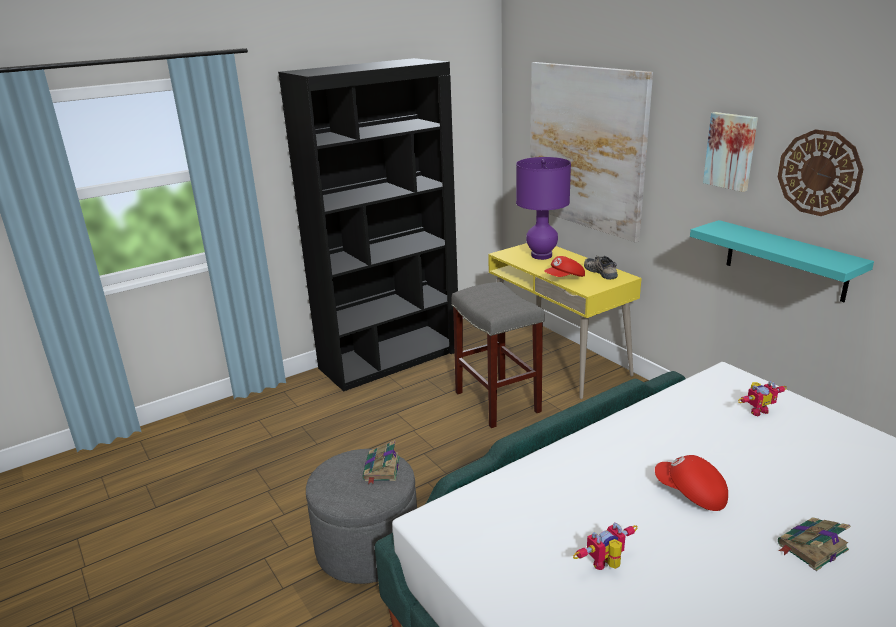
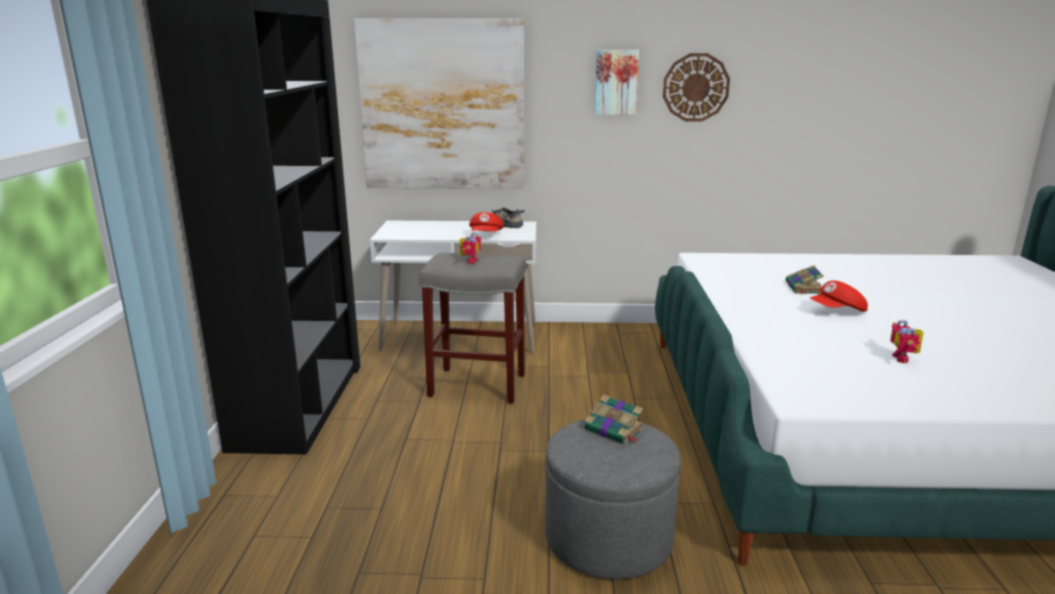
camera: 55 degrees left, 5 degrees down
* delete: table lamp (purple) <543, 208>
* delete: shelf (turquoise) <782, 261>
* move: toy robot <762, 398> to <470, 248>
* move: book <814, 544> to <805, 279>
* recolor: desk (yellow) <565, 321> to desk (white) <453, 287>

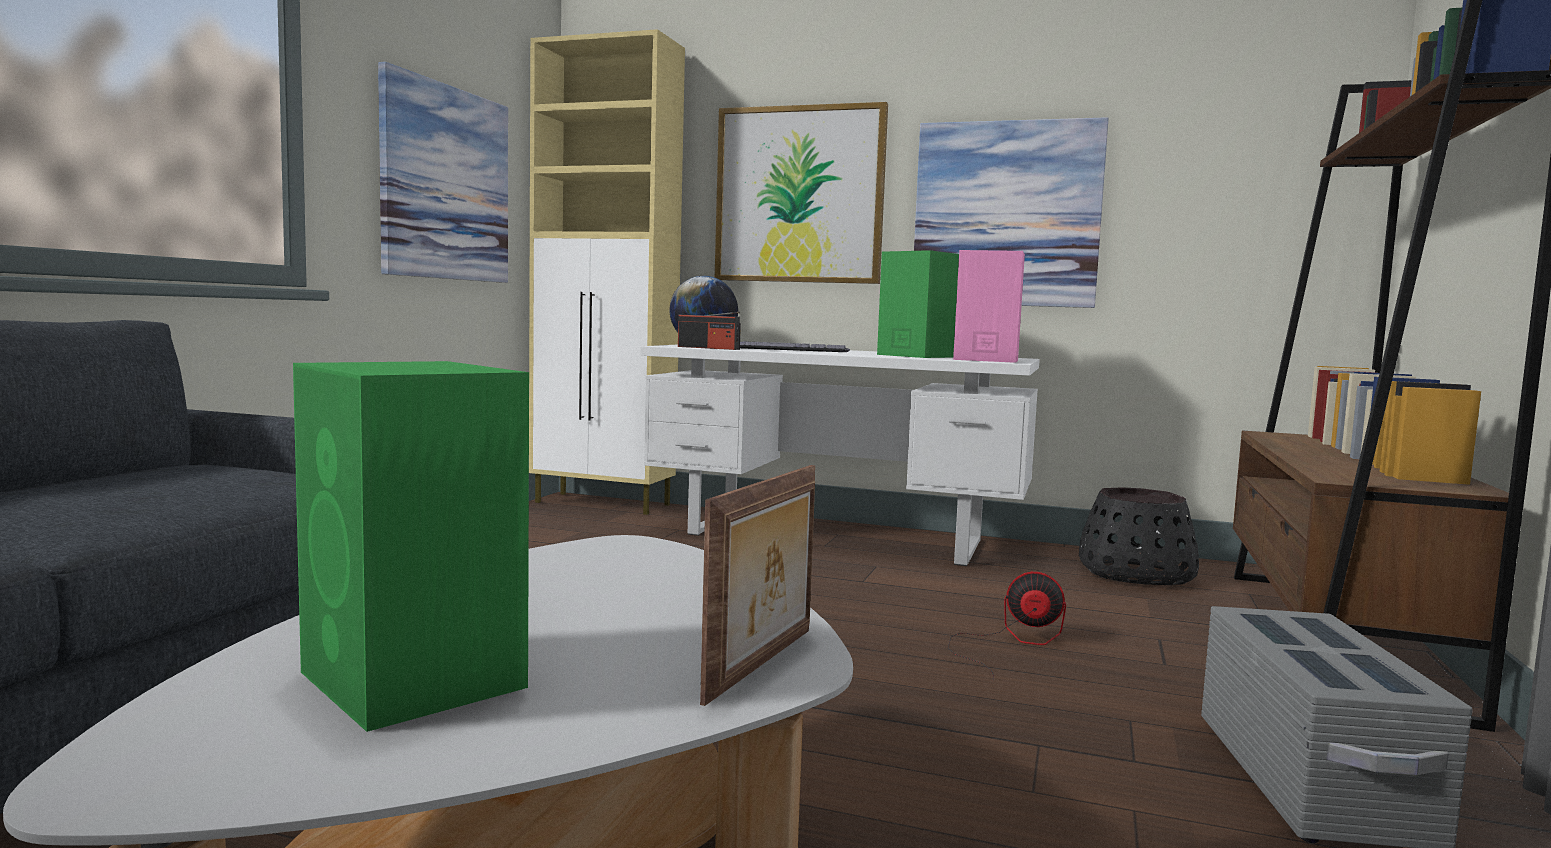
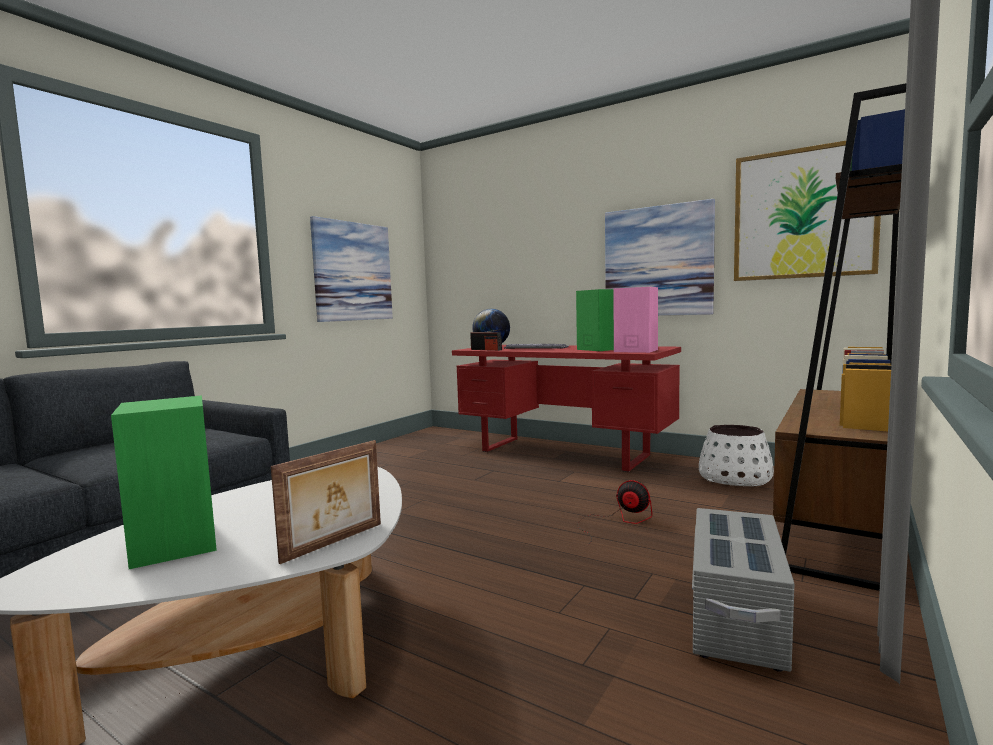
camera: 15 degrees right, 0 degrees up
* delete: cabinet (beige) <607, 272>
* move: picture <801, 193> to <807, 211>
* recolor: desk (white) <840, 455> to desk (red) <566, 408>
* recolor: planter (black) <1139, 536> to planter (white) <736, 455>

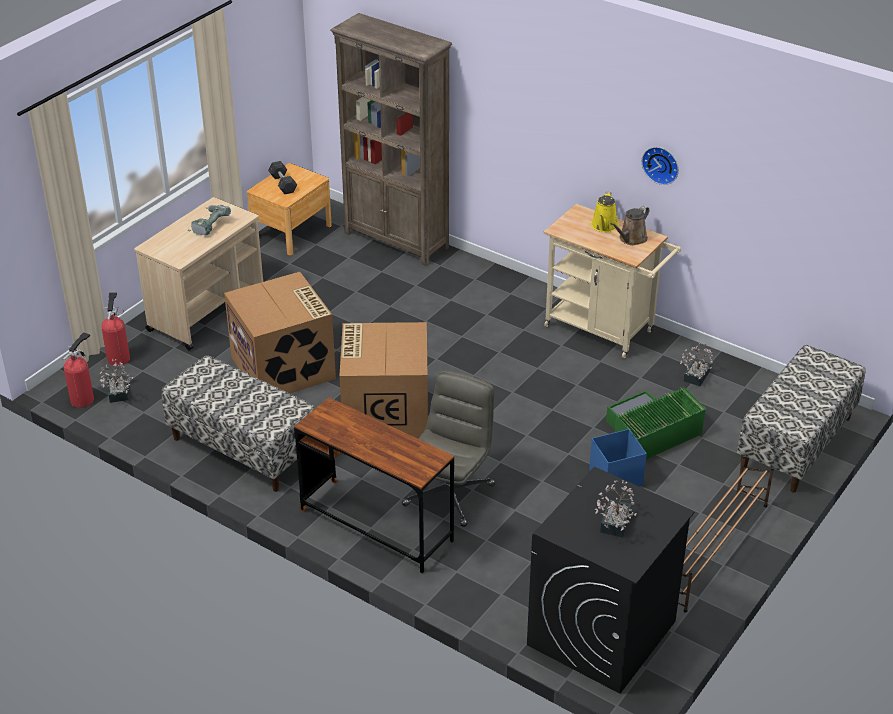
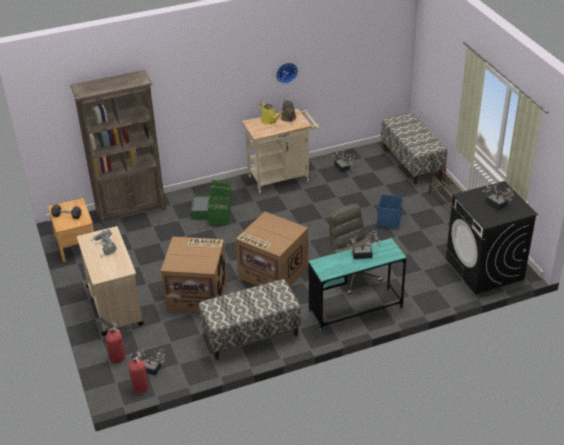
camera: 55 degrees left, 0 degrees up
* insert: potted plant <364, 244>
* move: storage box (green) <656, 422> to <211, 202>
* recolor: desk (brown) <374, 485> to desk (turquoise) <357, 285>

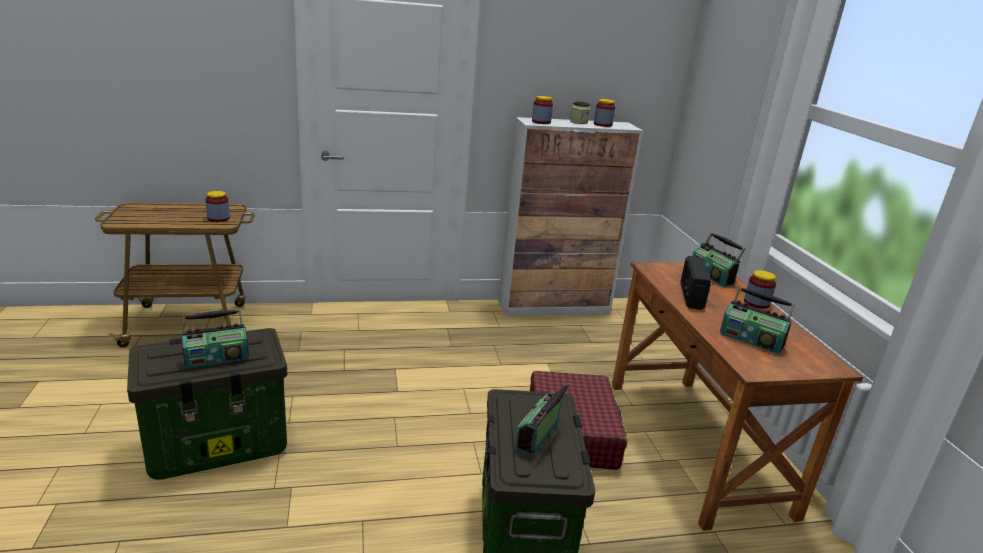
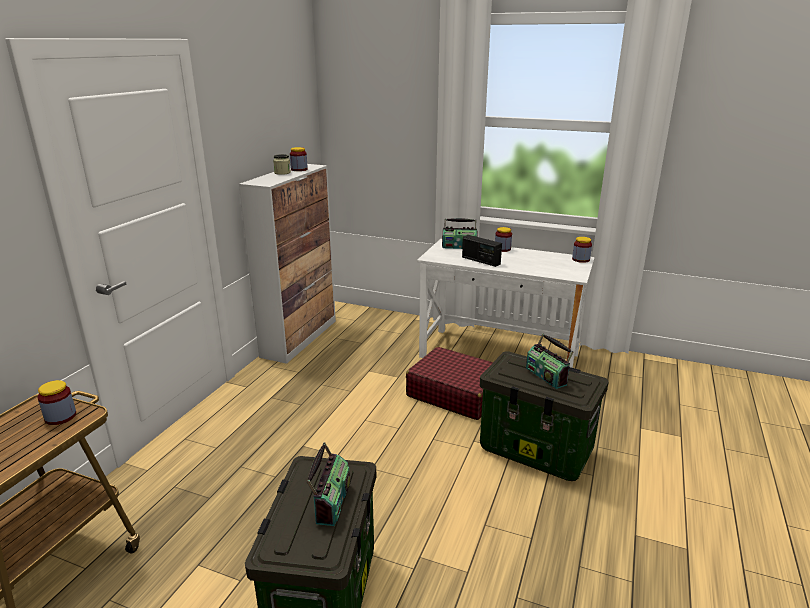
camera: 55 degrees left, 0 degrees up
* delete: radio <757, 320>
* move: jar <542, 110> to <582, 250>
* recolor: desk (brown) <737, 396> to desk (white) <506, 303>

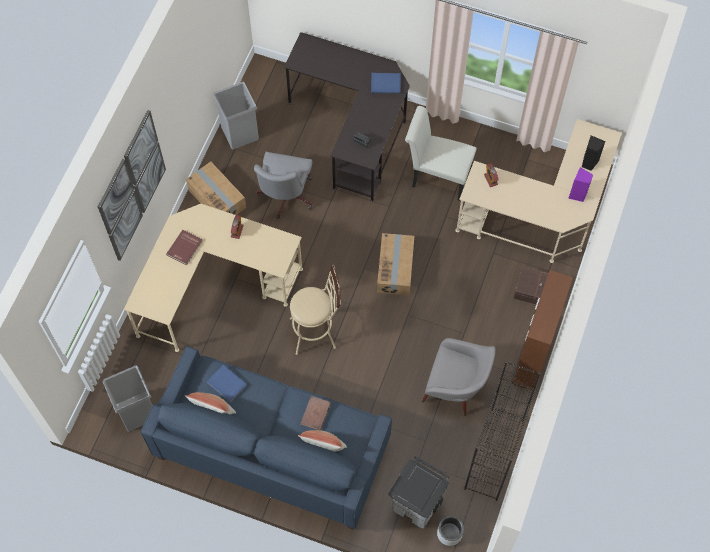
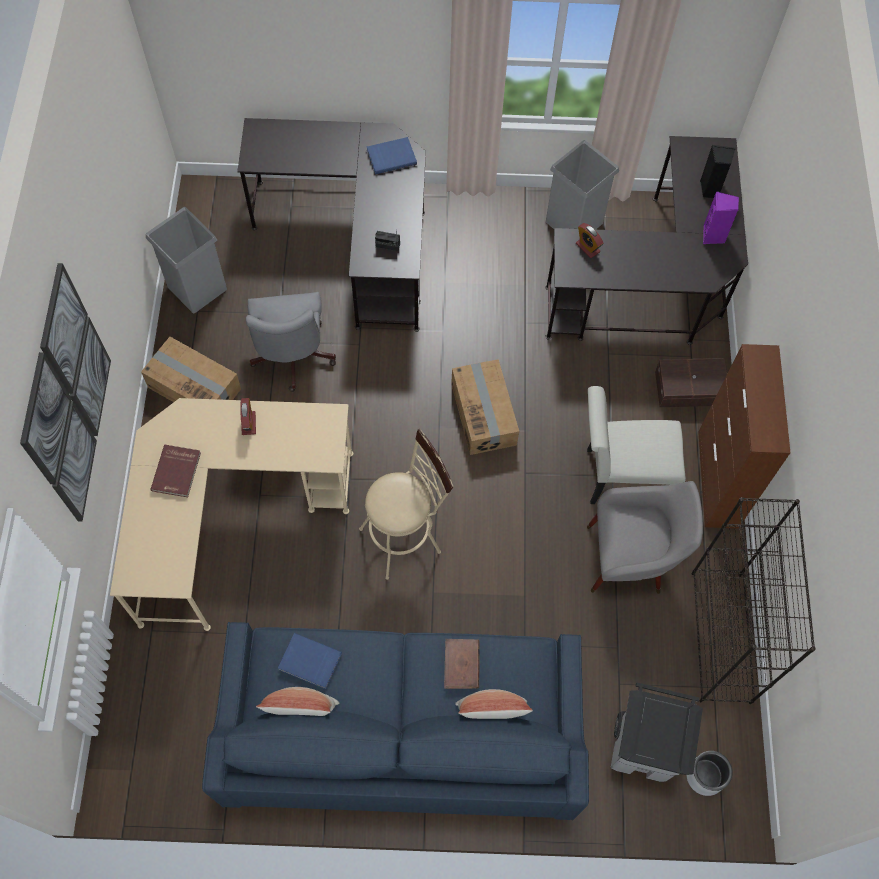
camera: 20 degrees left, 0 degrees up
* move: trash can (grey) <127, 398> to <582, 185>
* move: chair (white) <441, 153> to <636, 445>
* recolor: desk (beige) <538, 191> to desk (black) <646, 240>

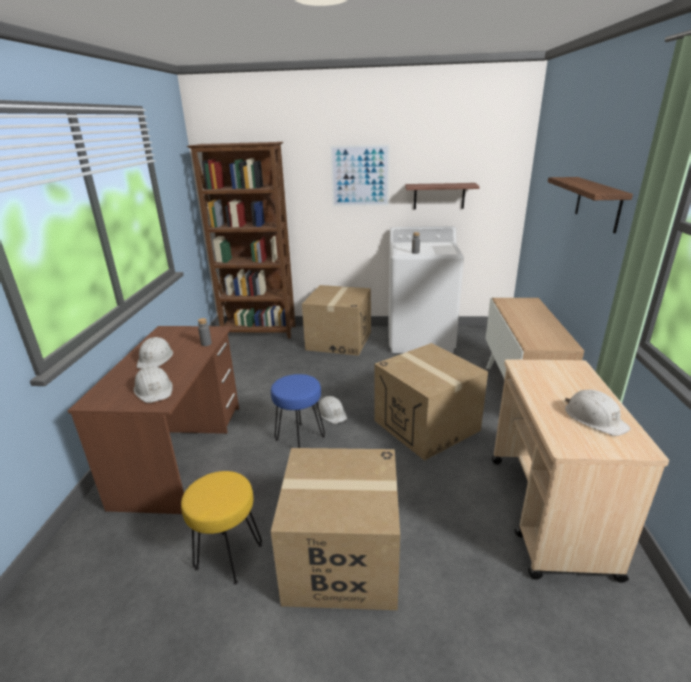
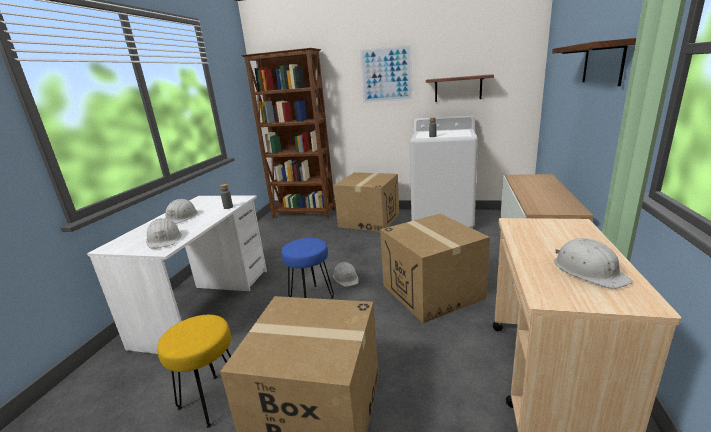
camera: 10 degrees right, 5 degrees down
* recolor: desk (brown) <153, 420> to desk (white) <177, 274>

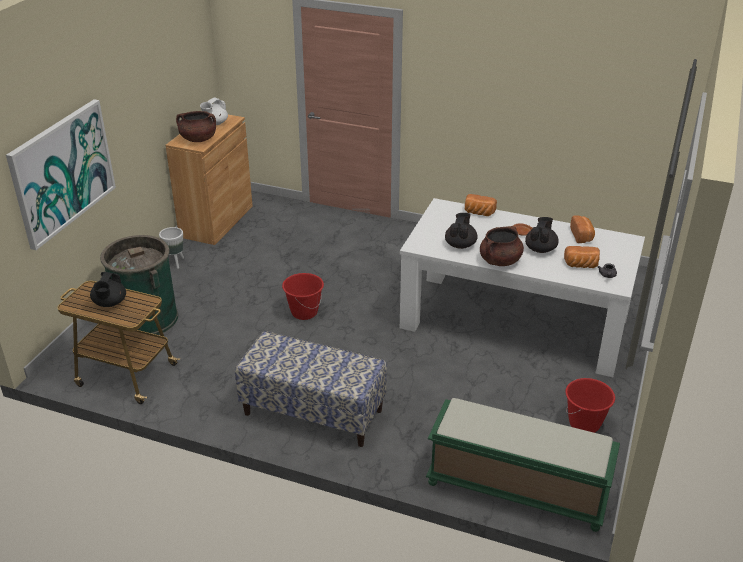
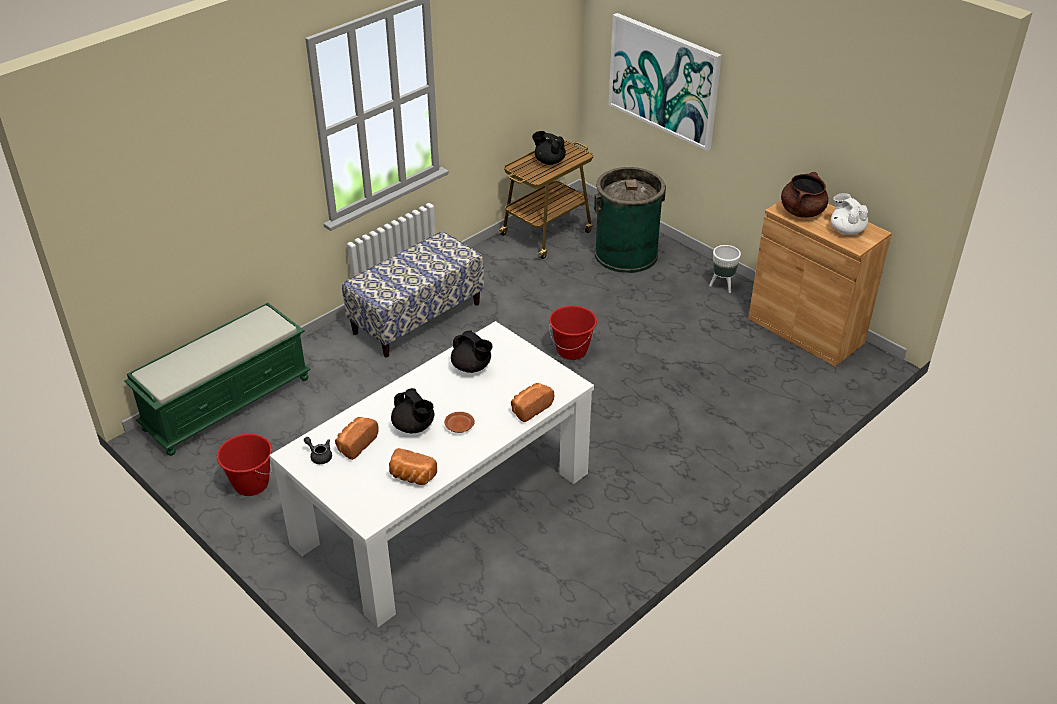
camera: 115 degrees right, 5 degrees up
* delete: cooking pot (brown) <502, 246>

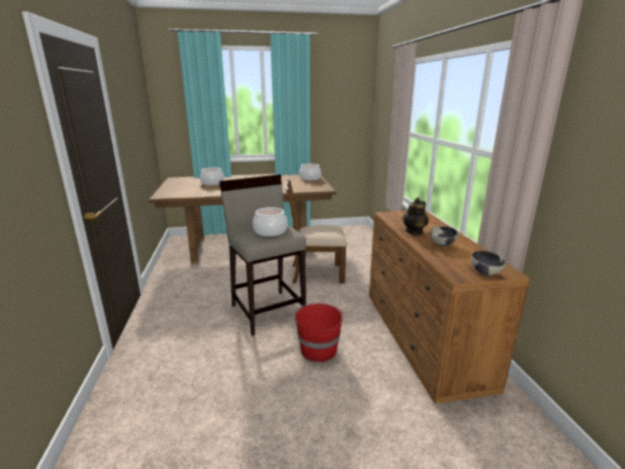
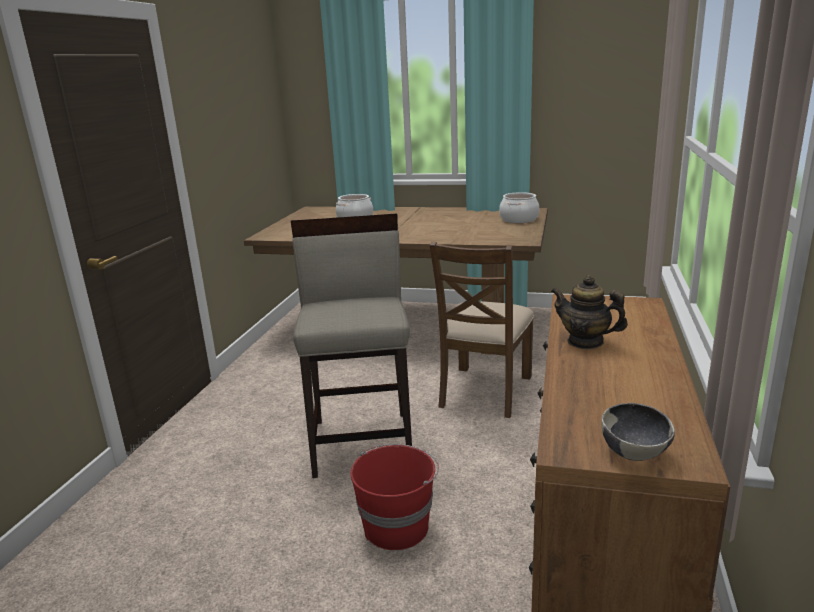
camera: 25 degrees right, 0 degrees up
* delete: cooking pot <270, 221>
* delete: bowl <444, 236>
* rotate: chair (brown) <316, 231> = <482, 330> 90 degrees counterclockwise
* rotate: teapot <415, 216> = <589, 312> 60 degrees clockwise

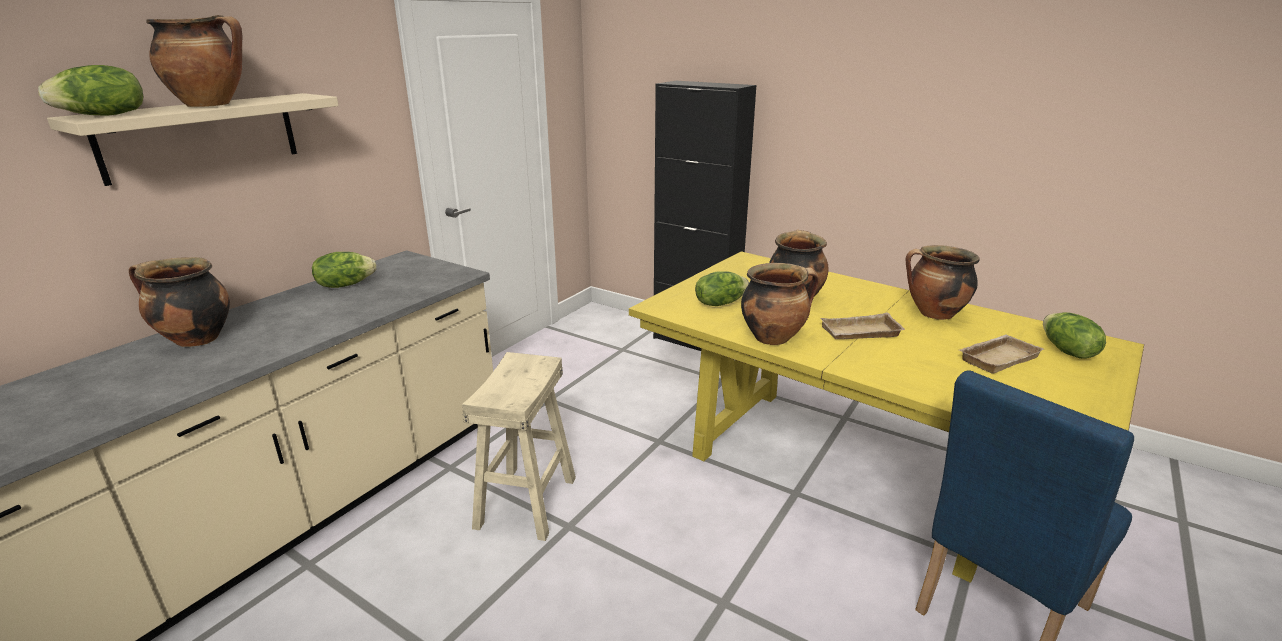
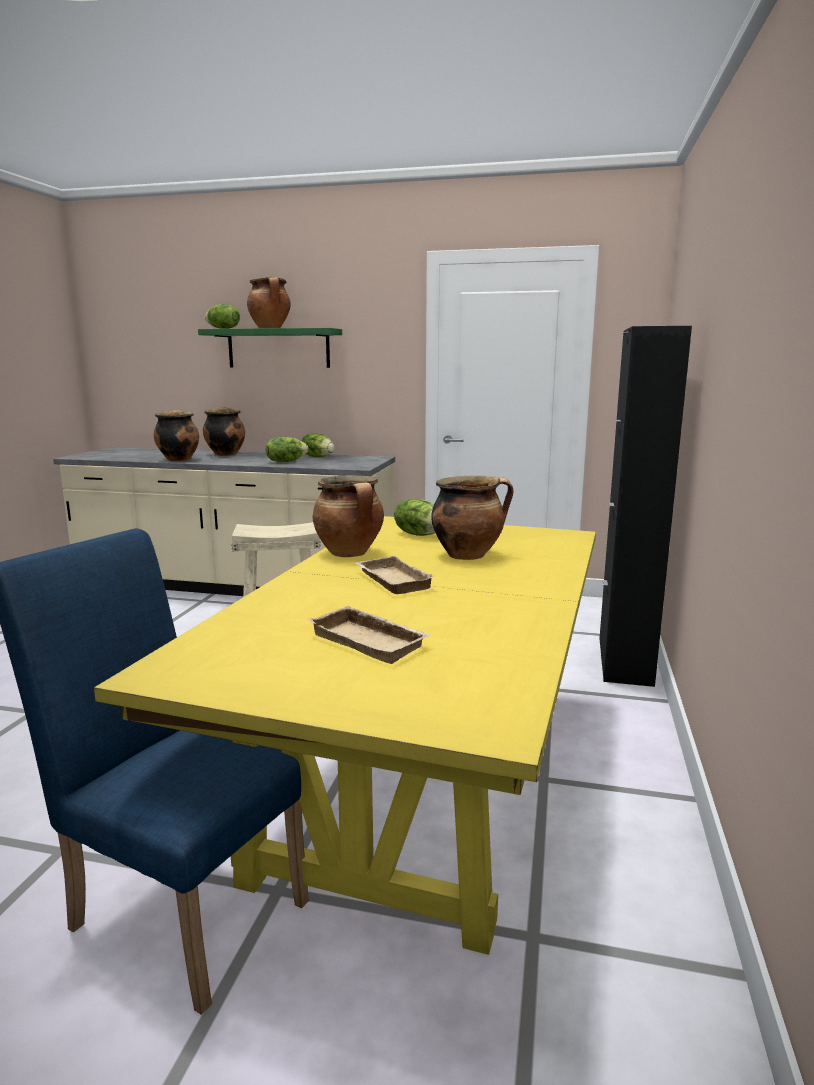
camera: 70 degrees right, 10 degrees down
* move: cooking pot <943, 282> to <176, 435>
* move: lettuce <1074, 335> to <287, 449>
* recolor: shelf (beige) <192, 139> to shelf (green) <270, 348>

